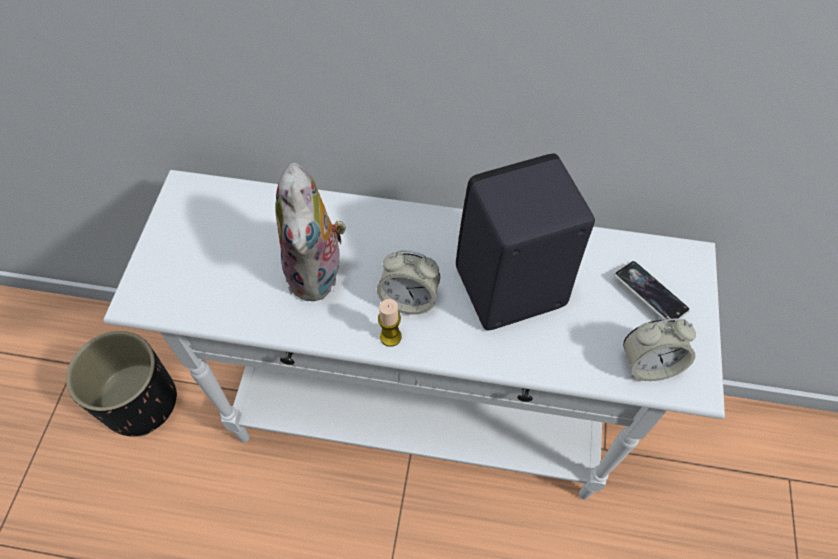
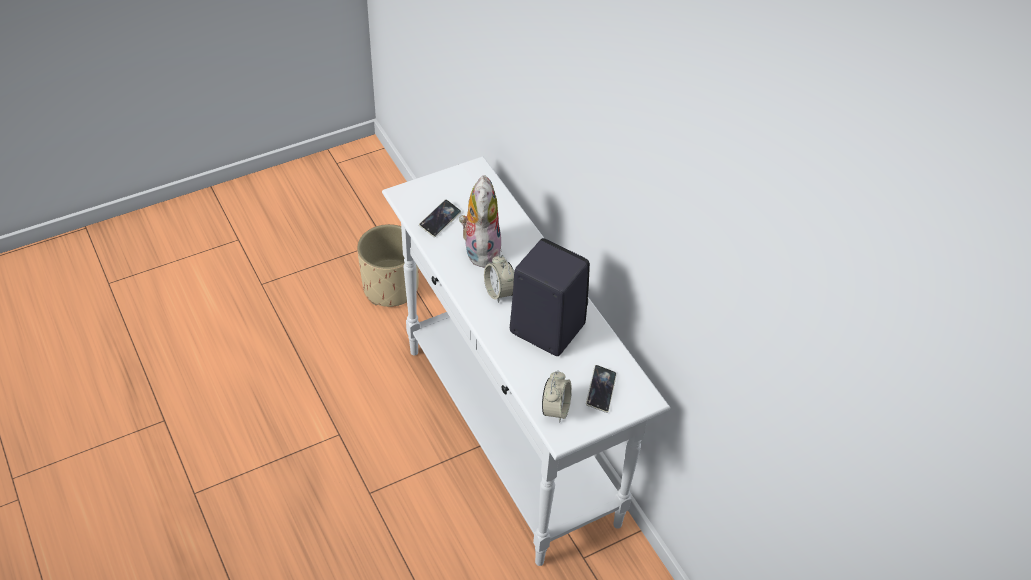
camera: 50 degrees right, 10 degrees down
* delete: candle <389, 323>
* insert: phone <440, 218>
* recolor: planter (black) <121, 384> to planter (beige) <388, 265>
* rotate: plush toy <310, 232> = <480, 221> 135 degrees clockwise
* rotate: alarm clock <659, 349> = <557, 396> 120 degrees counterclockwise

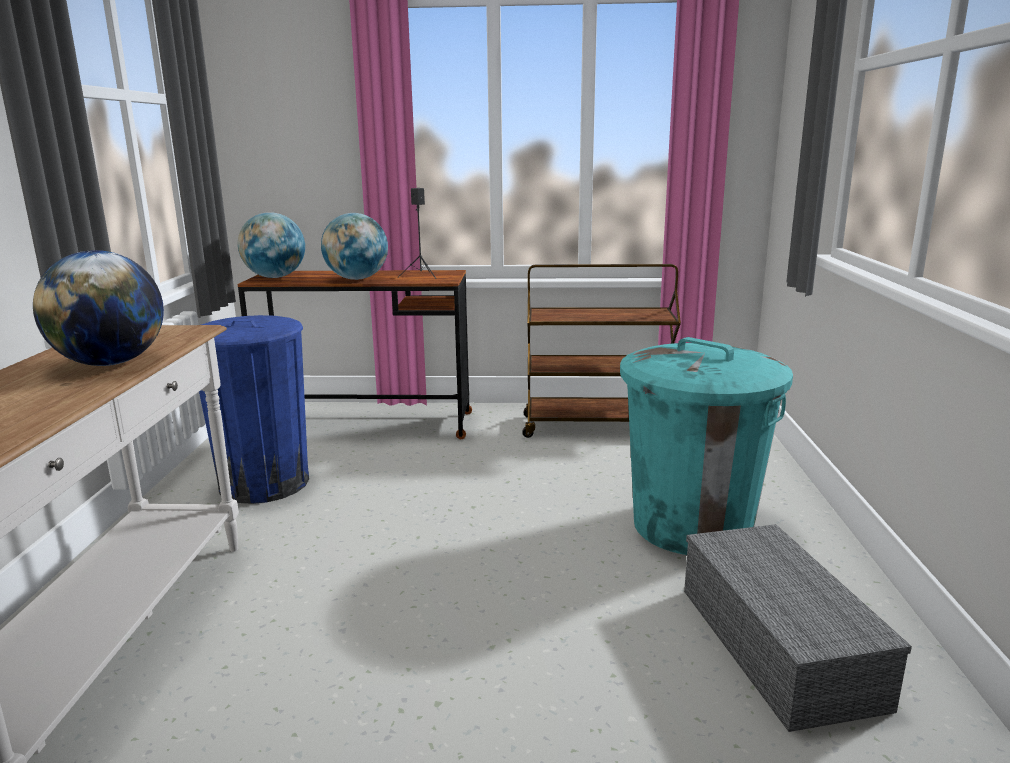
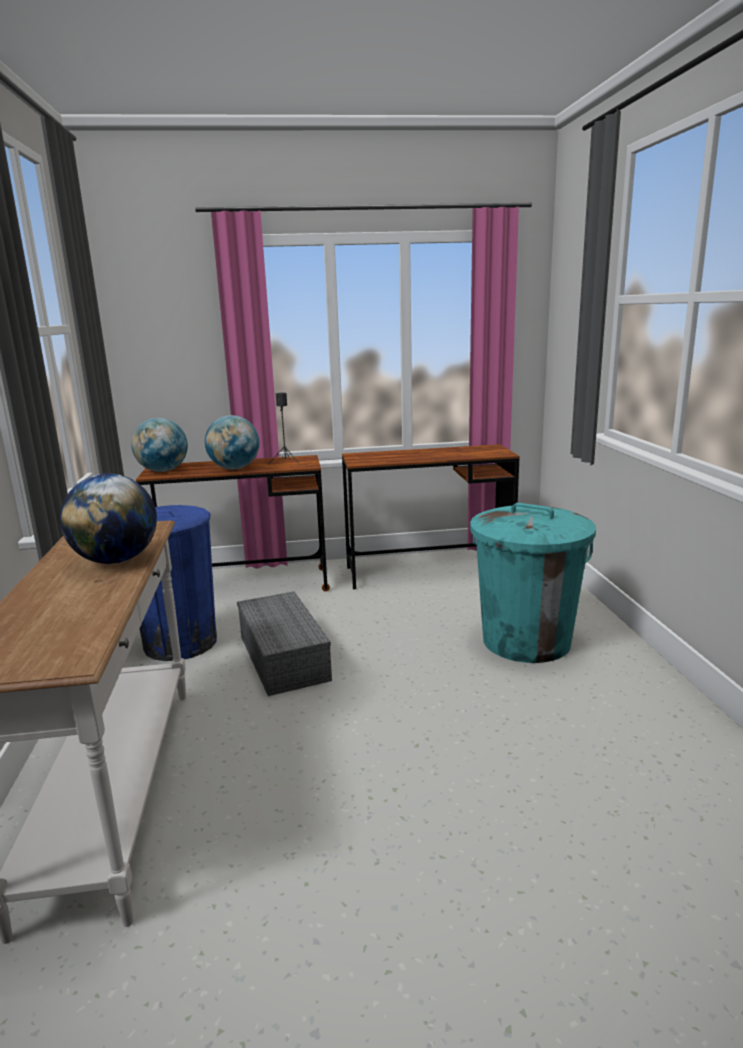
camera: 10 degrees left, 0 degrees up
* move: storage box (grey) <798, 628> to <284, 643>
* replace: cart (brown) <601, 351> to desk (brown) <431, 516>

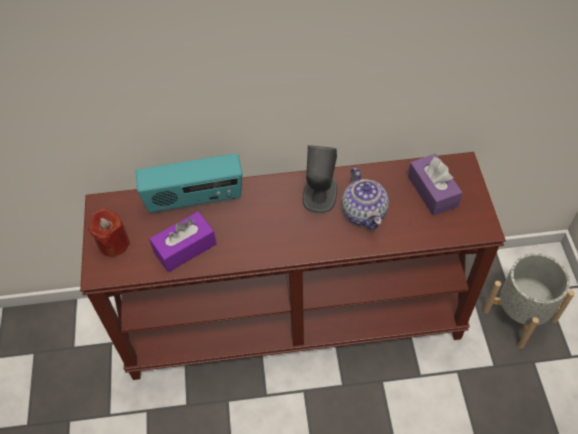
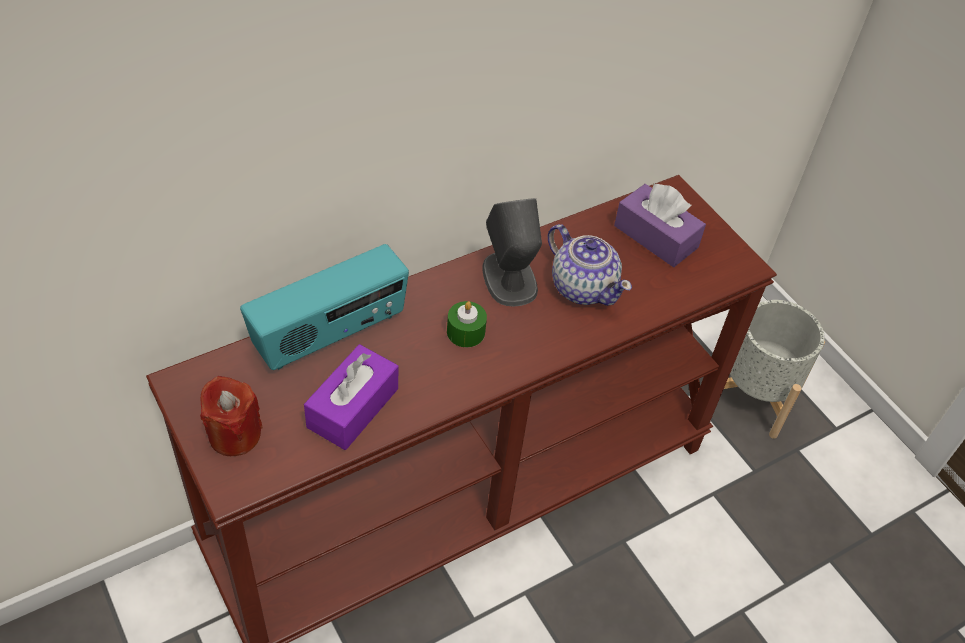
camera: 30 degrees left, 5 degrees down
* insert: candle (green) <467, 324>

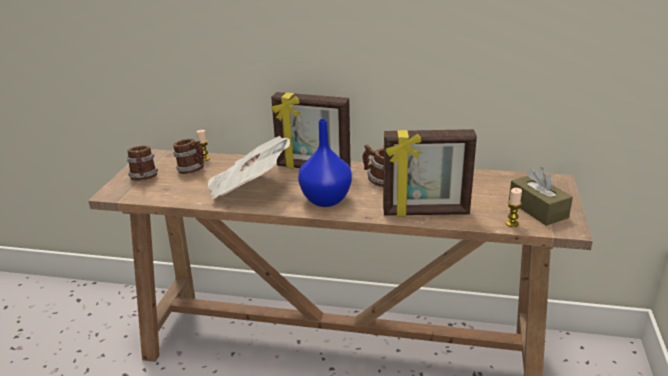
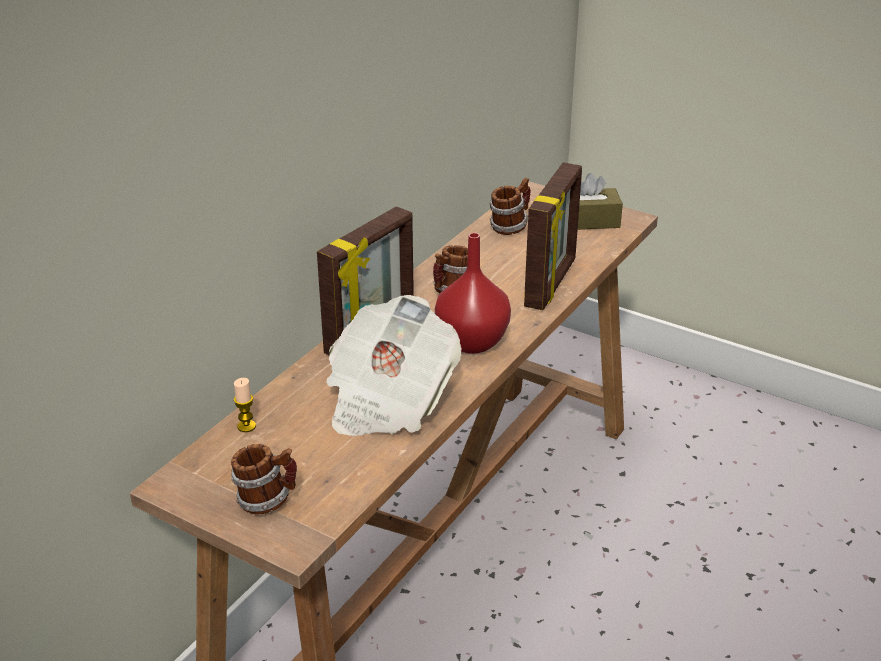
camera: 70 degrees left, 5 degrees up
* delete: candle <514, 207>
* move: mug <189, 156> to <510, 206>
* recolor: vase (blue) <325, 163> to vase (red) <473, 293>

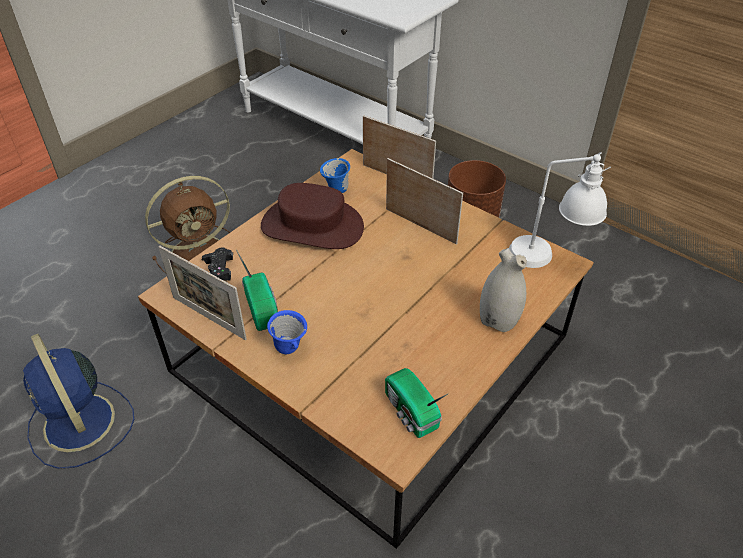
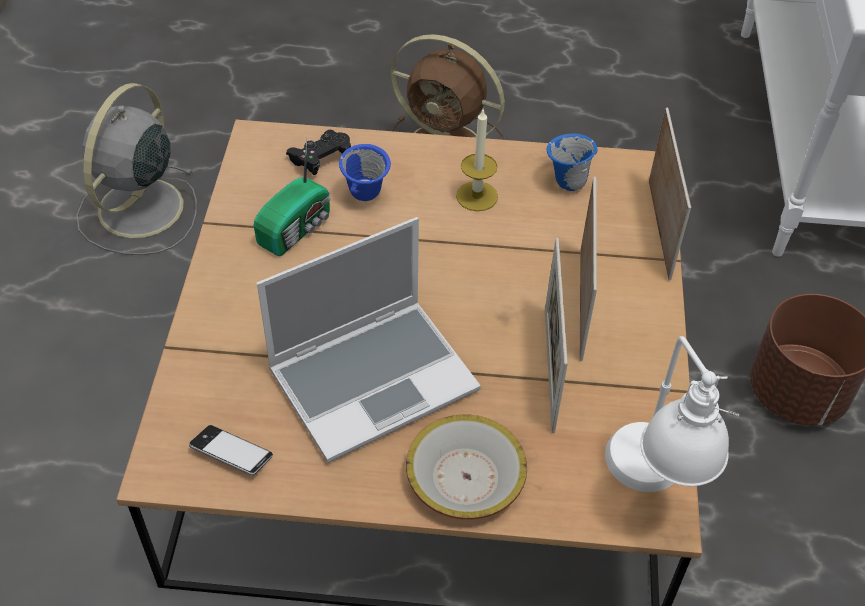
camera: 55 degrees right, 5 degrees up
* insert: laptop <369, 340>
* move: picture frame <202, 292> to <556, 335>
* move: mug (blue) <287, 332> to <365, 172>
* replace: hat (brown) <312, 216> to candle <477, 159>
* replace: radio <416, 403> to phone <231, 450>
* replace: vase (white) <503, 290> to bowl <466, 467>
* recolor: fan (blue) <78, 401> to fan (grey) <136, 169>

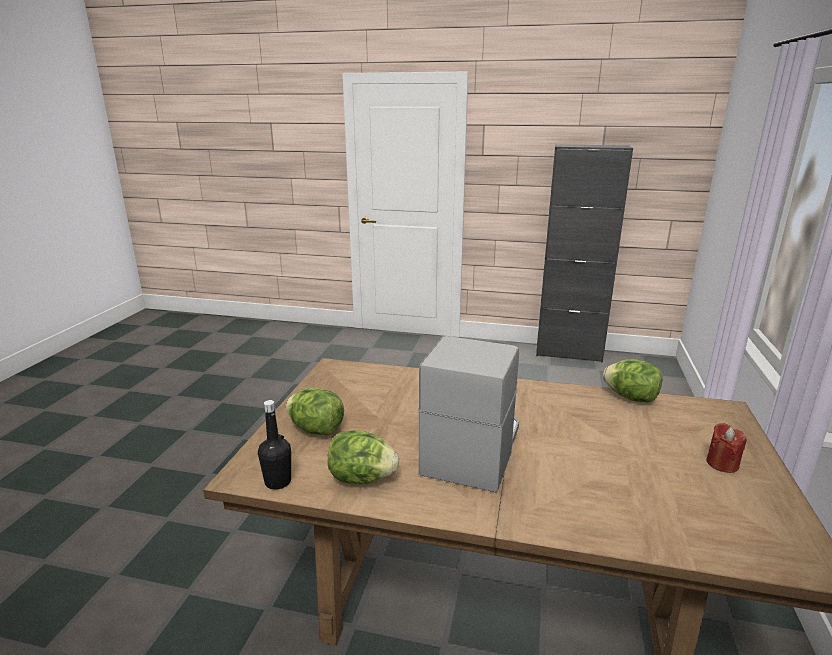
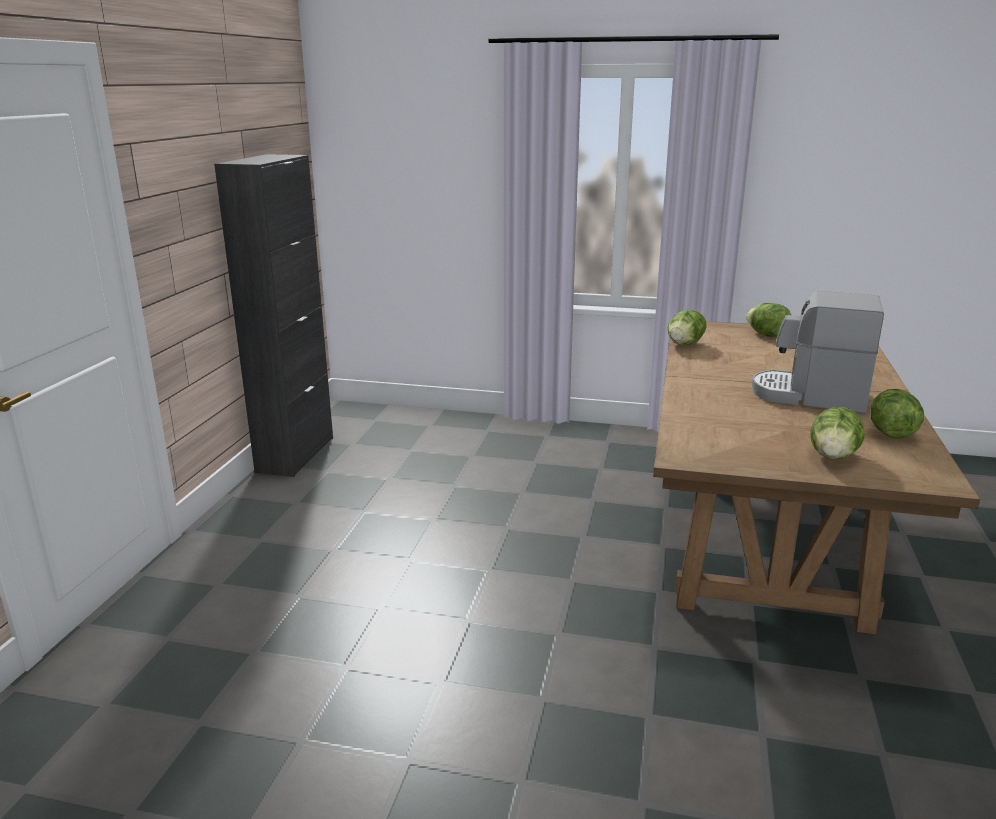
camera: 90 degrees left, 0 degrees up
* delete: bottle (black) <274, 445>
* replace: candle (red) <726, 448> to lettuce <768, 320>

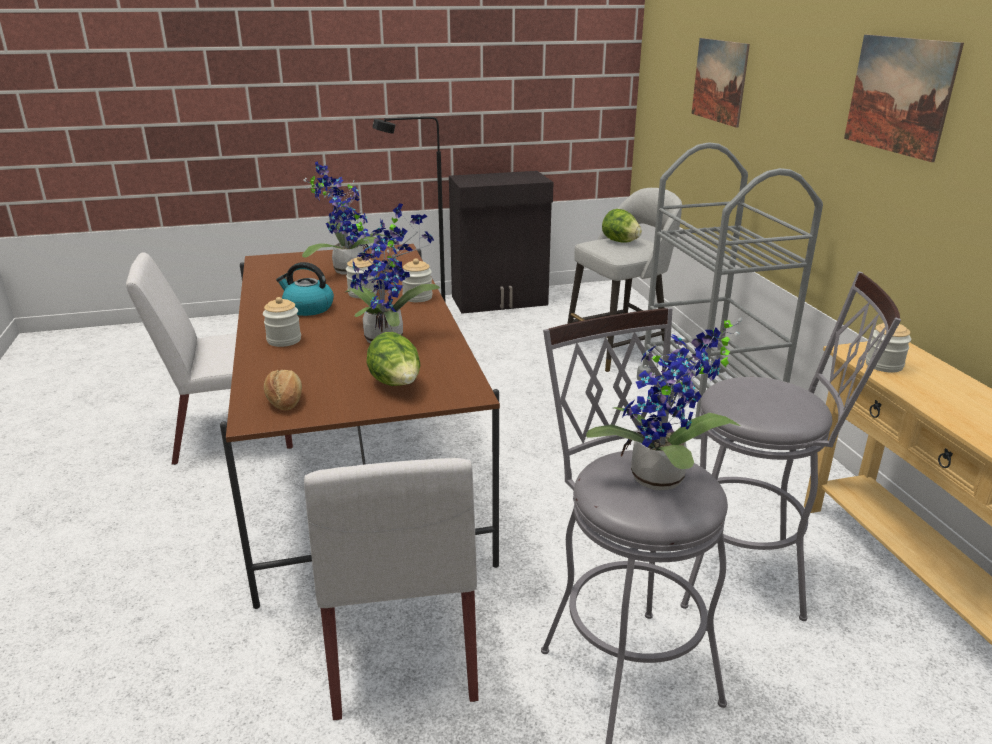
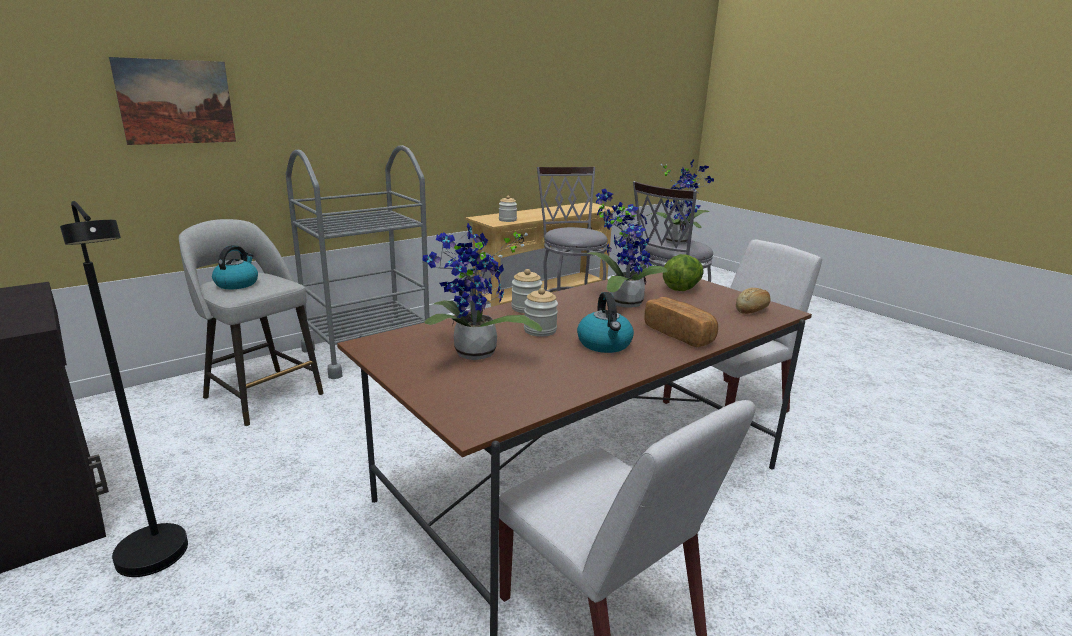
camera: 115 degrees left, 5 degrees down
* delete: picture <904, 98>
* replace: jar <282, 322> to bread <681, 322>
* replace: lettuce <622, 226> to kettle <235, 267>

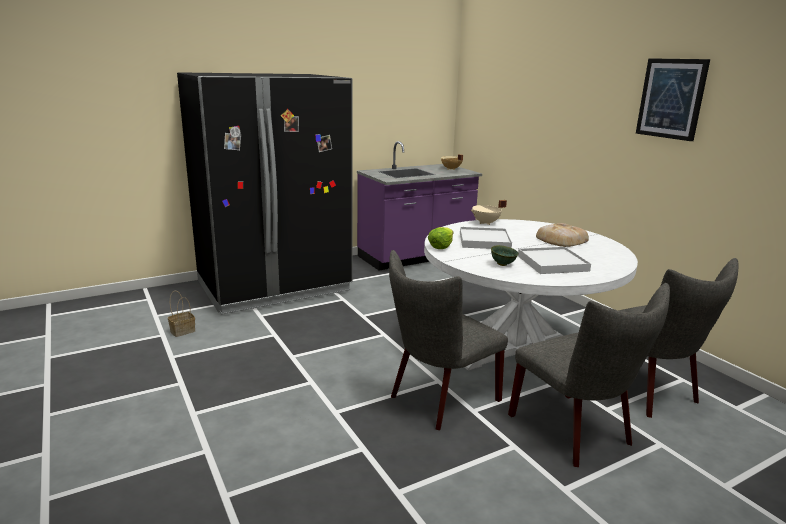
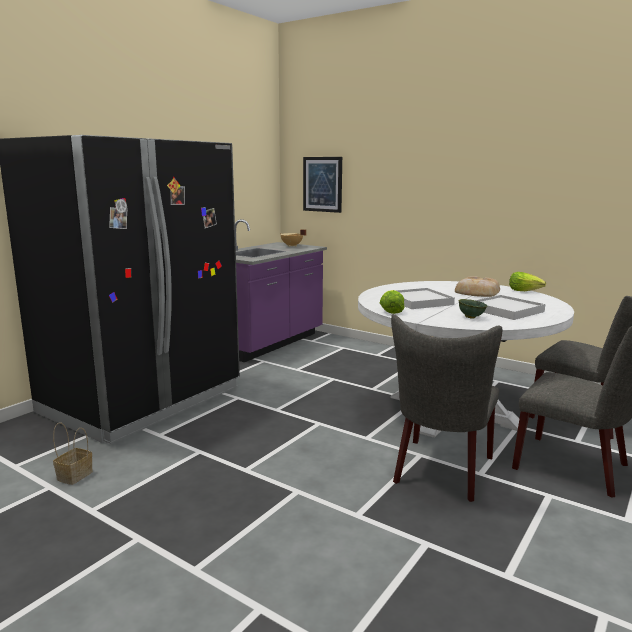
camera: 25 degrees left, 5 degrees down
* delete: cooking pot (beige) <489, 212>
* insert: lettuce <527, 281>
* move: picture <673, 99> to <322, 185>

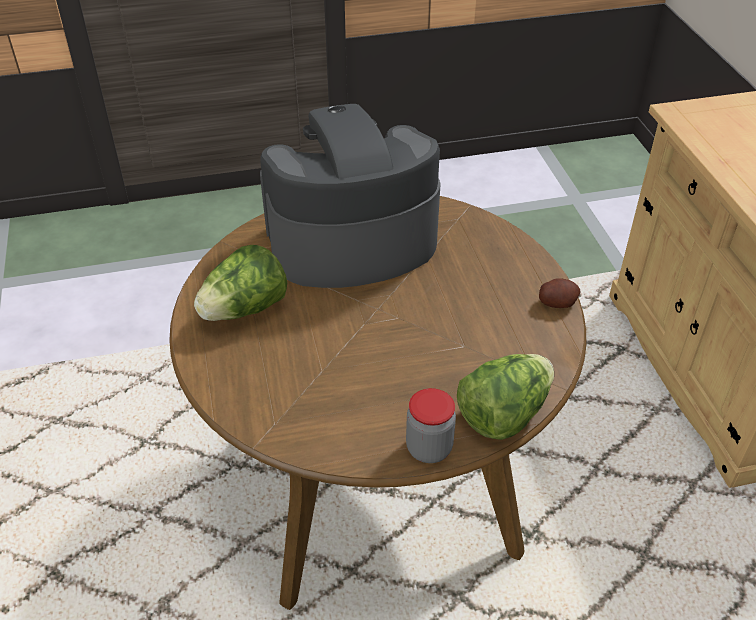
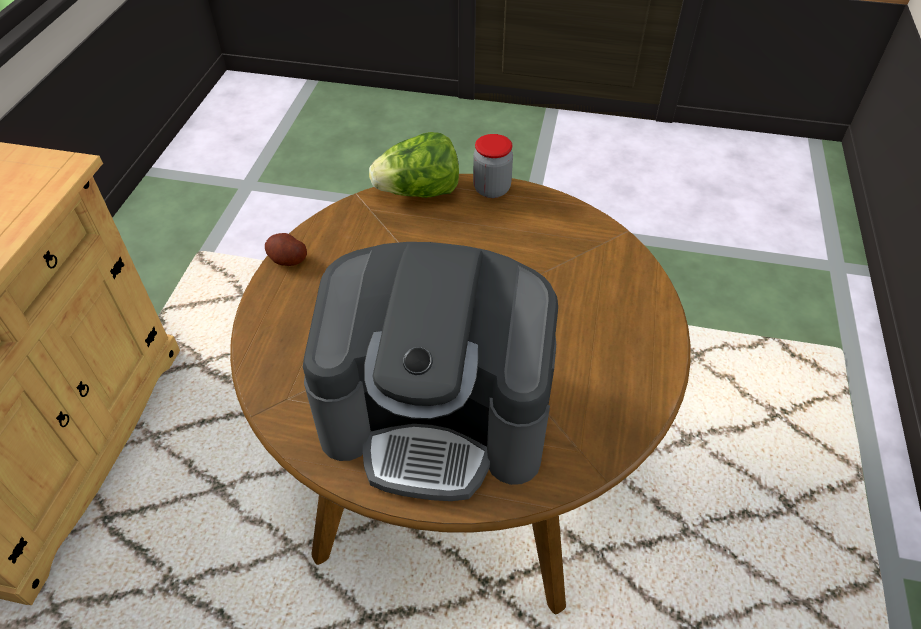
camera: 155 degrees left, 5 degrees up
* delete: lettuce <240, 283>

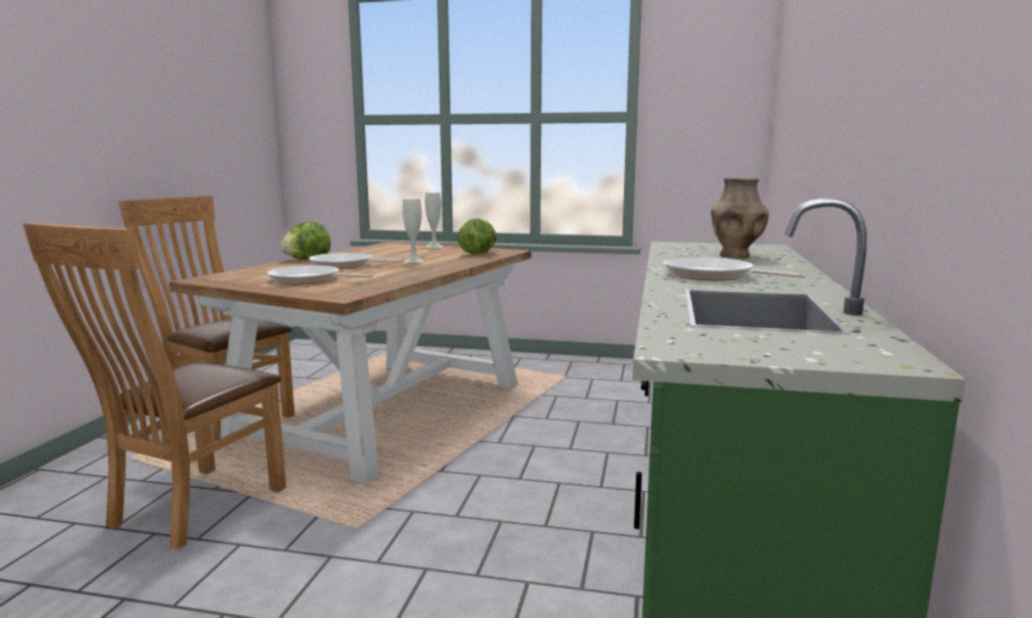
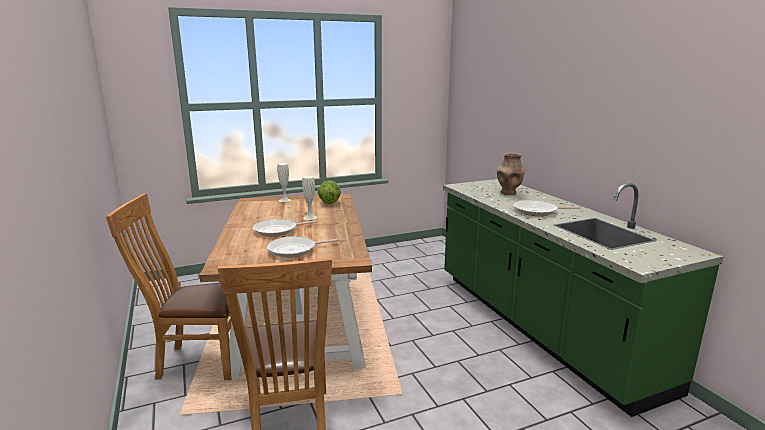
camera: 35 degrees left, 5 degrees up
* delete: lettuce <306, 241>

